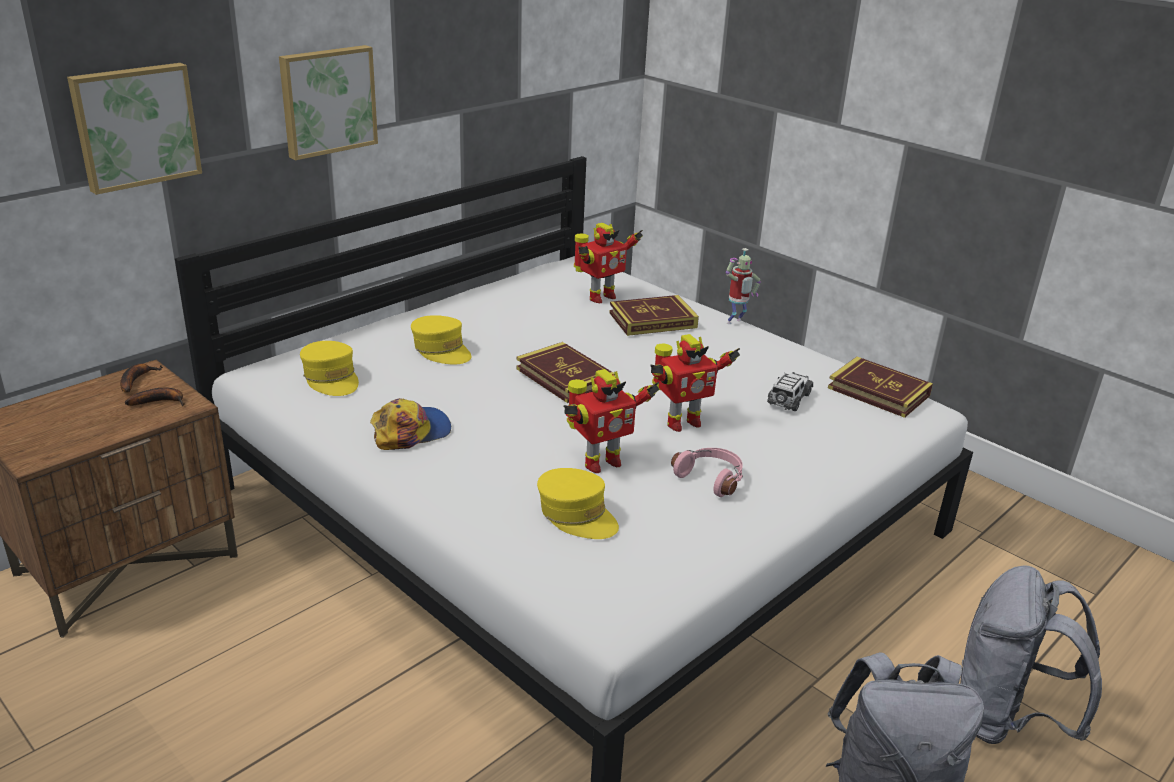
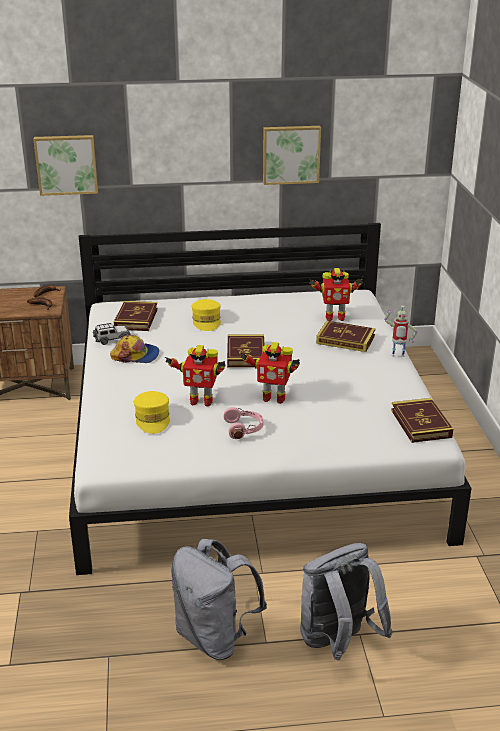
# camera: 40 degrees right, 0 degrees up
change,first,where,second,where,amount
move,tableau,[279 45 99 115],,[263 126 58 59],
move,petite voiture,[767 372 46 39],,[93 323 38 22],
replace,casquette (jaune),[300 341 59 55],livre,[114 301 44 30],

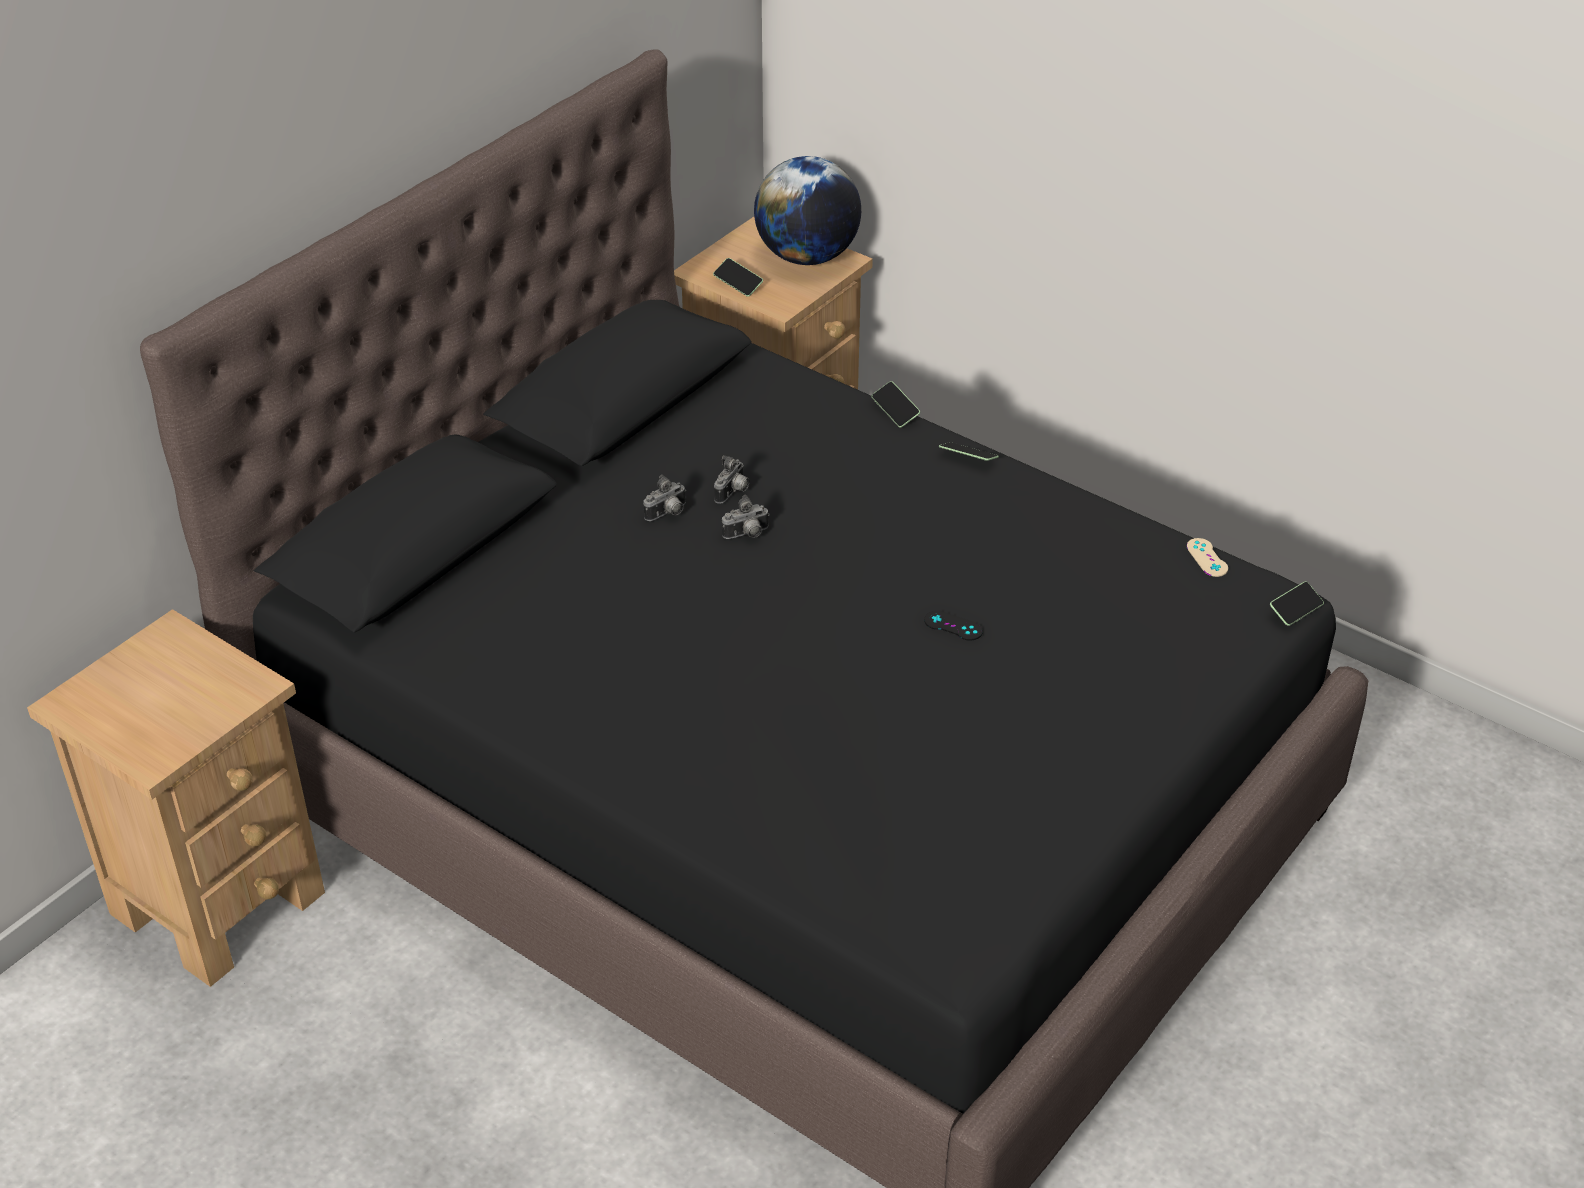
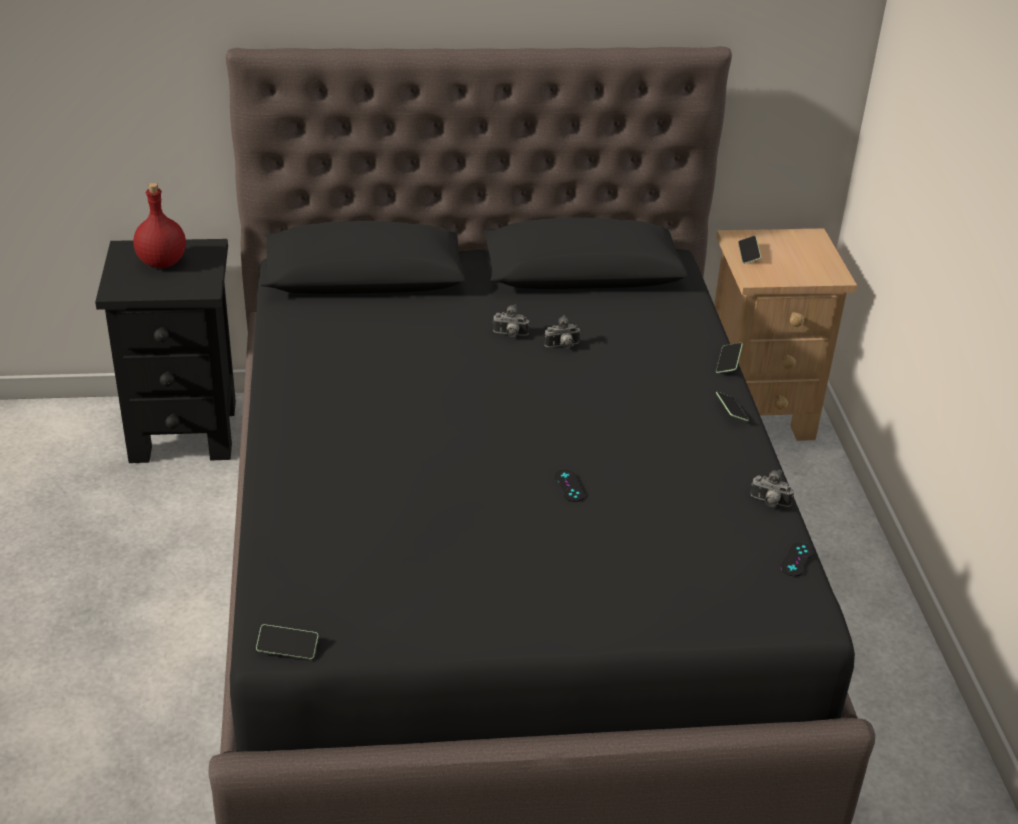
# camera: 45 degrees right, 5 degrees down
change,first,where,second,where,amount
delete,globe,[754 156 107 109],,,
insert,,,bouteille (rouge),[133 183 53 85],
move,appareil photo,[722 495 48 44],,[750 470 44 37],
move,téléphone,[1270 581 54 45],,[256 624 62 35],
recolor,table de chevet (beige),[27 609 298 378],table de chevet (noir),[95 239 141 224],
recolor,manette (beige),[1187 538 41 39],manette (noir),[780 542 34 35],

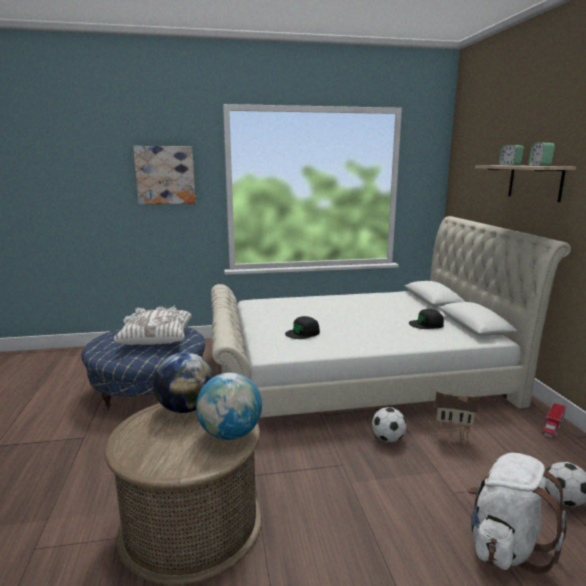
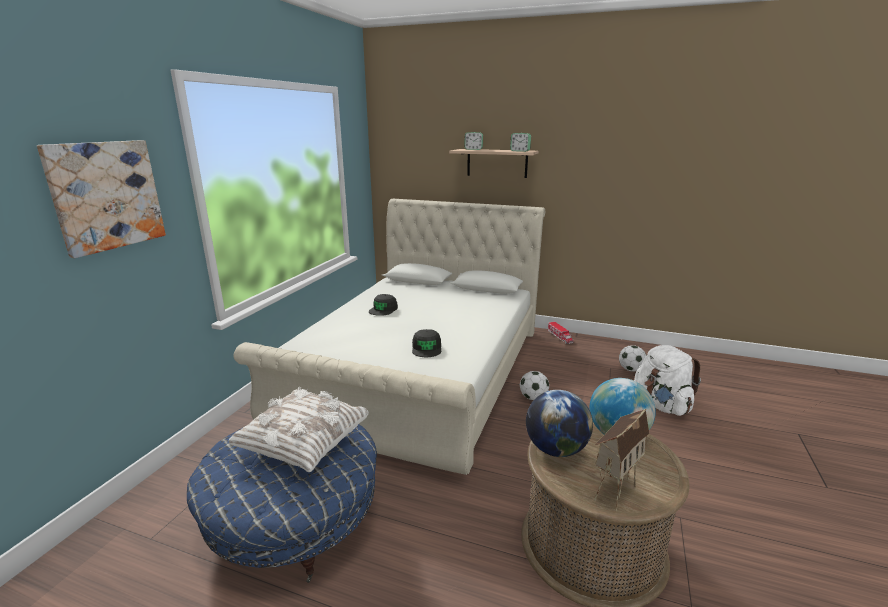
# camera: 60 degrees left, 5 degrees up
change,first,where,second,where,amount
move,casquette (noir),[409 309 35 20],,[369 294 29 22],
move,maison miniature,[433 391 46 55],,[594 409 55 103],

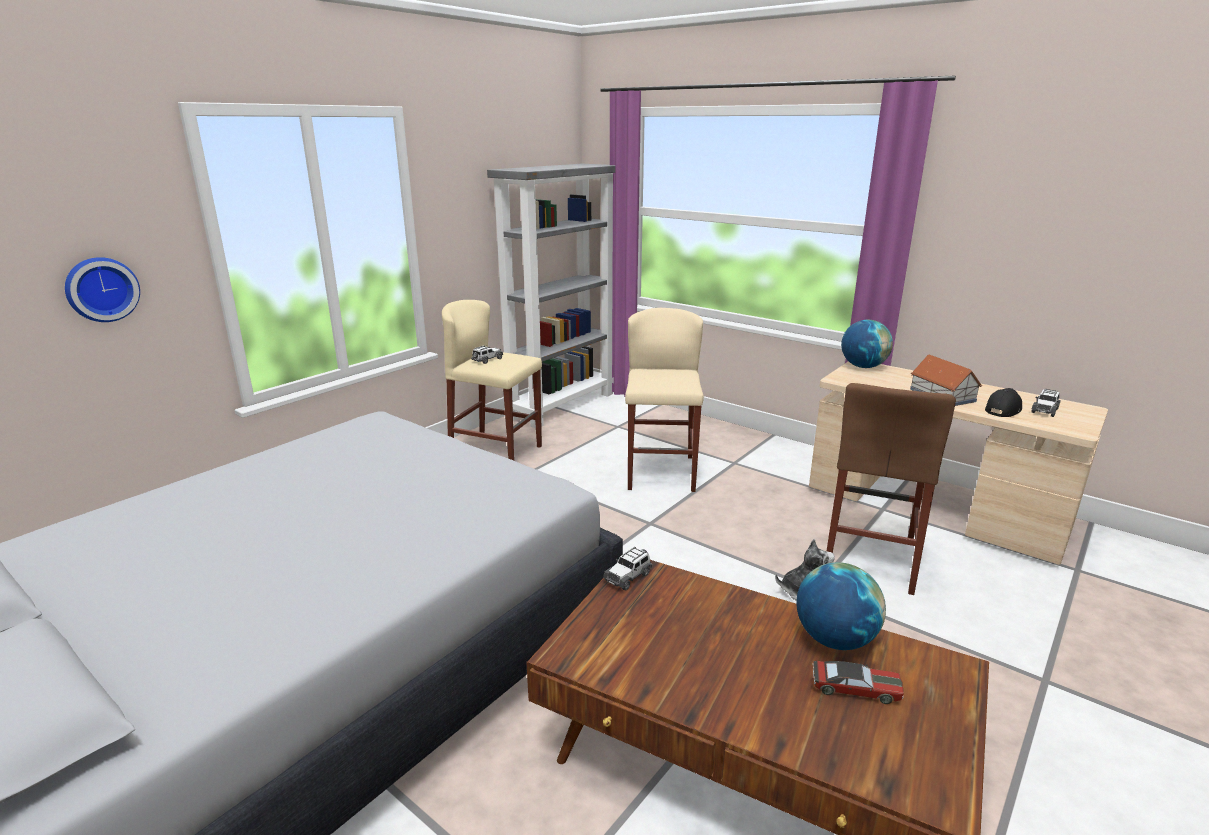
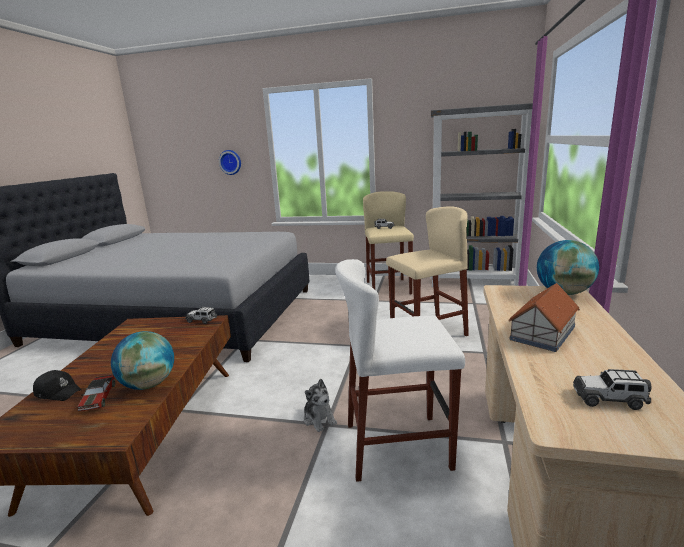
# camera: 65 degrees right, 5 degrees down
change,first,where,second,where,amount
move,casquette (noir),[985 388 37 29],,[33 370 48 31],
recolor,tabouret (marron),[827 383 129 212],tabouret (blanc),[335 259 130 223],

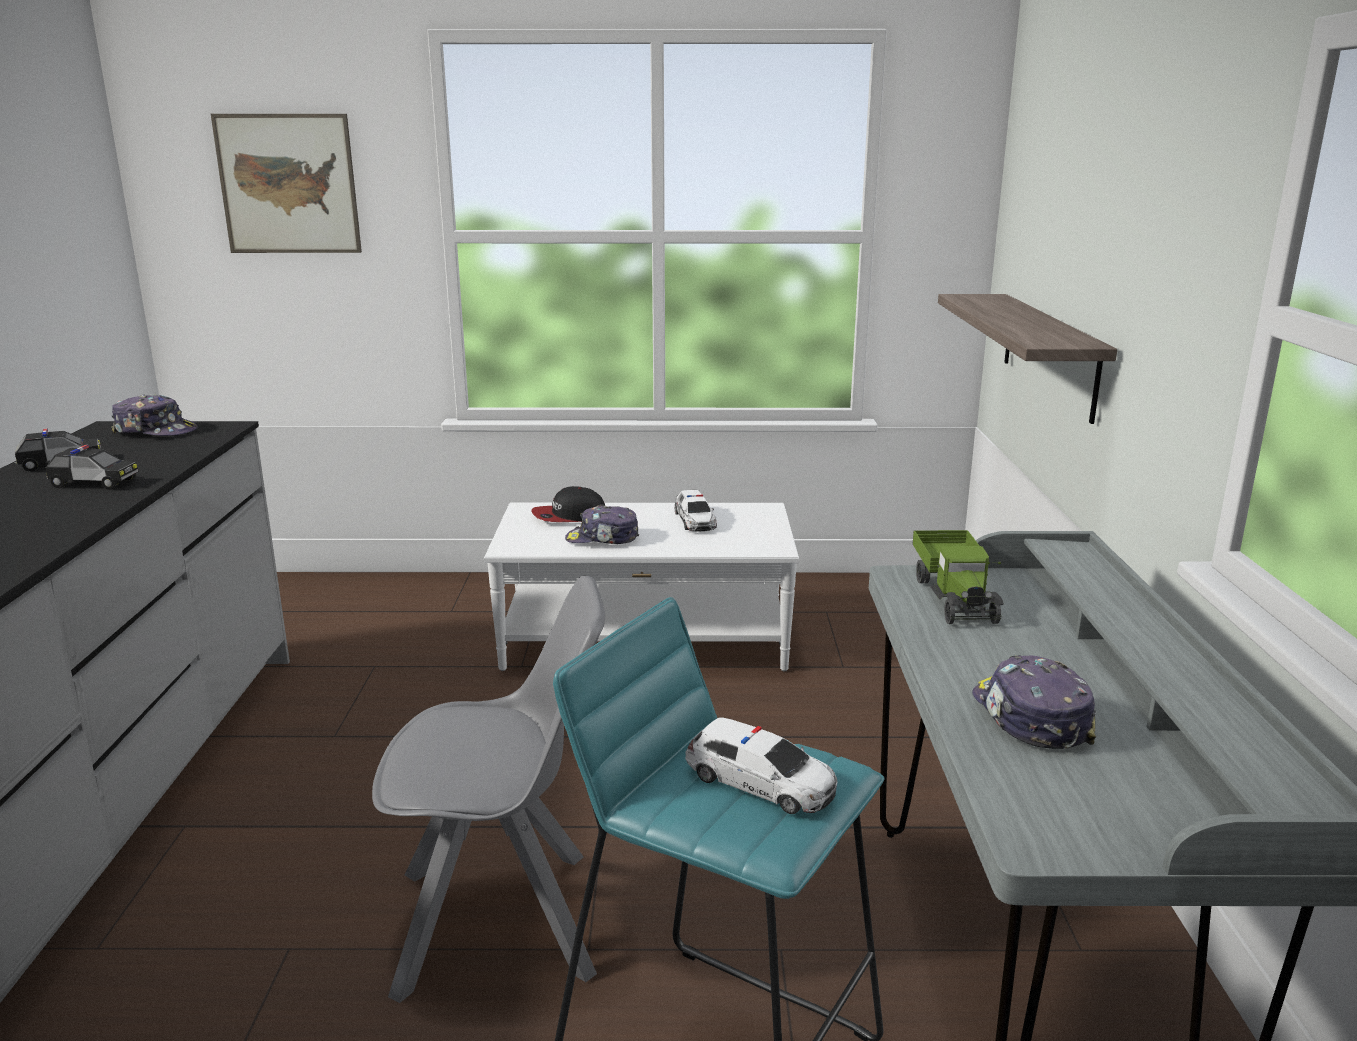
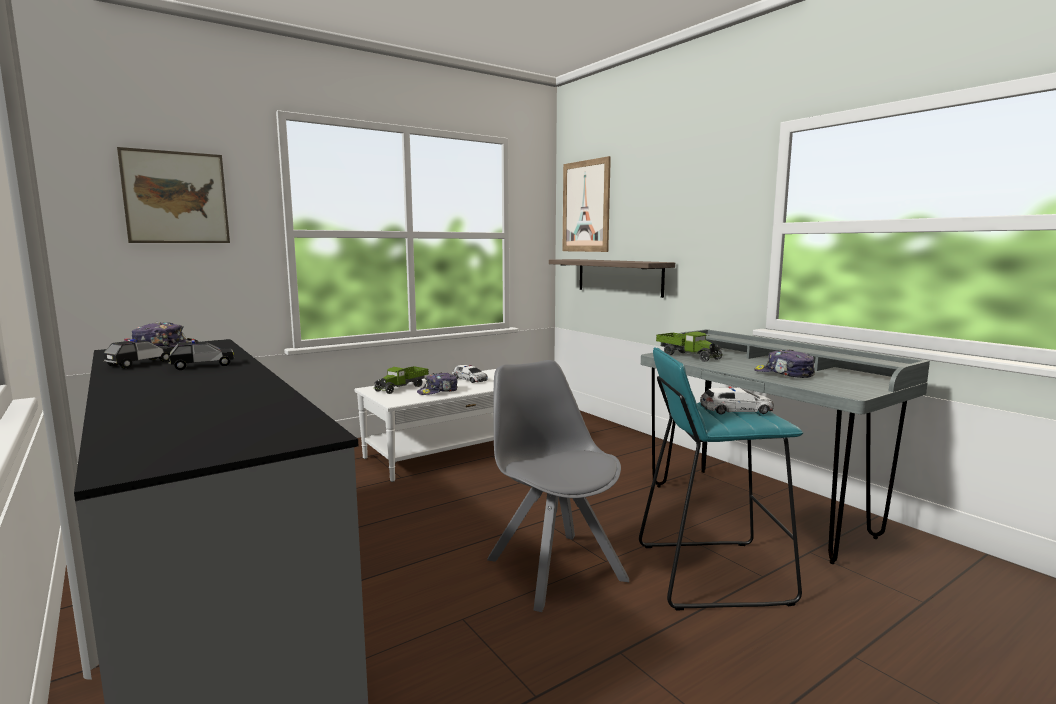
# camera: 35 degrees left, 10 degrees down
change,first,where,second,where,amount
insert,,,tableau,[563 156 48 96],
replace,casquette,[532 486 73 36],camion jouet,[374 366 55 28],
rotate,chaise (gris),[372 576 233 427],,[487 360 142 252],75 degrees counterclockwise

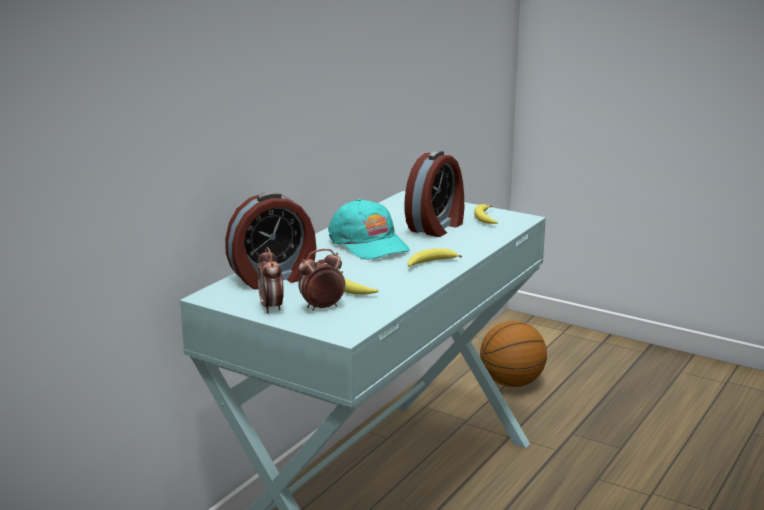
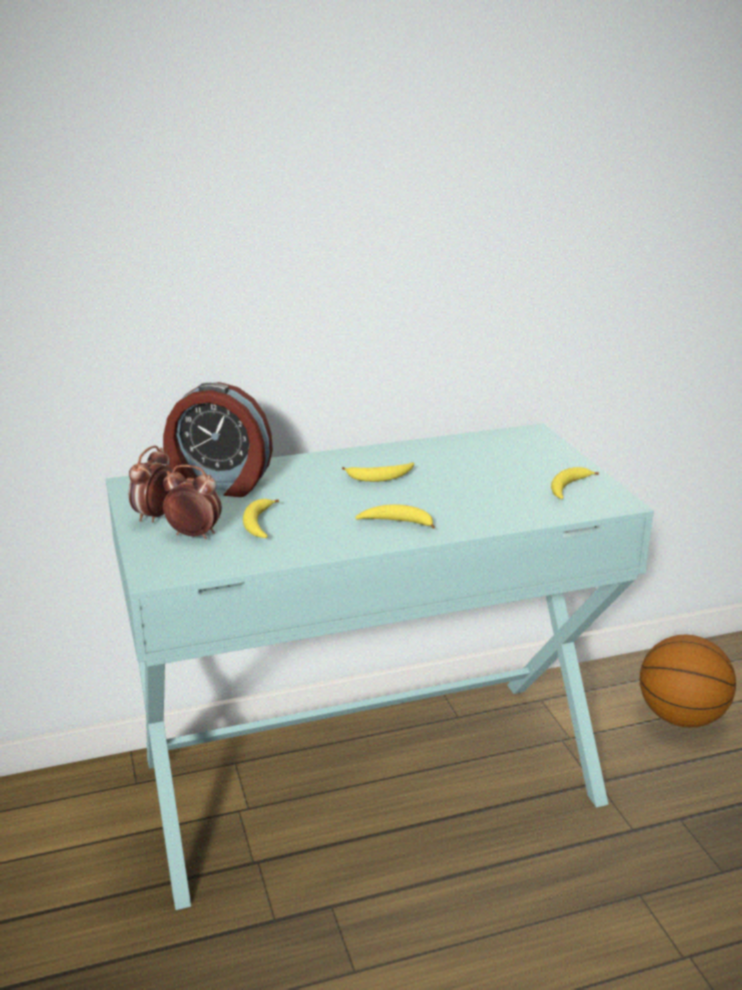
# camera: 40 degrees right, 5 degrees up
change,first,where,second,where,amount
delete,réveil,[404 151 60 86],,,
replace,casquette (turquoise),[328 199 82 61],banane,[342 462 72 20],

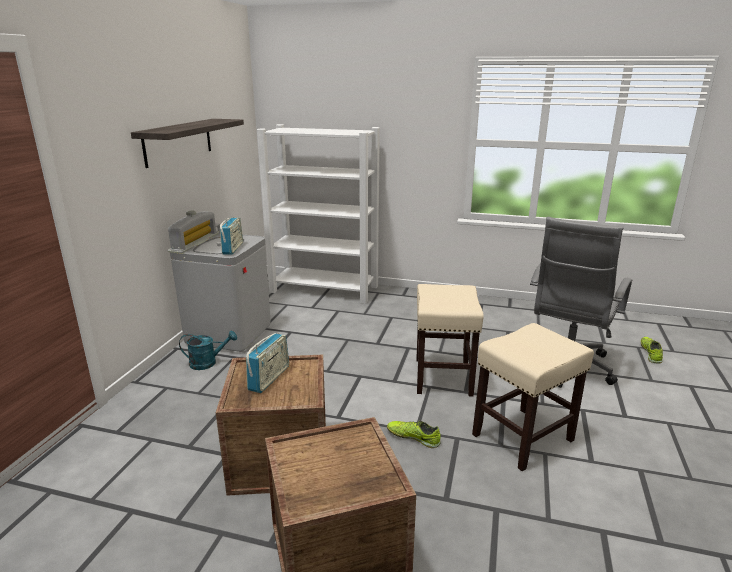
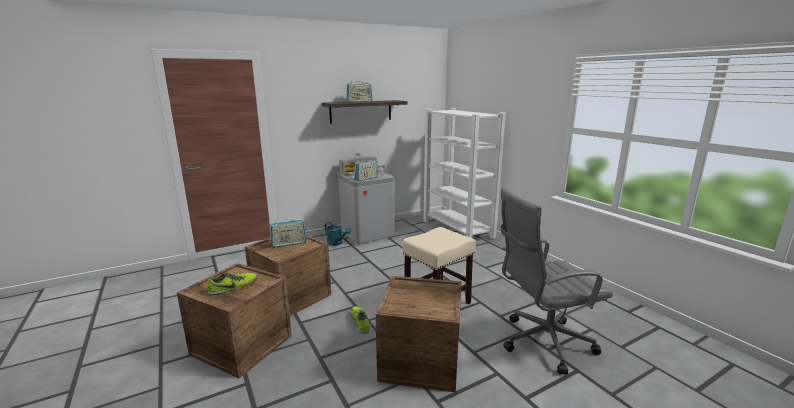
# camera: 45 degrees right, 5 degrees down
change,first,where,second,where,amount
insert,,,radio,[346 81 26 21],
move,chaussure,[641 337 22 27],,[208 272 49 23],
replace,tabouret (beige),[472 323 122 148],caisse,[376 276 86 116],

